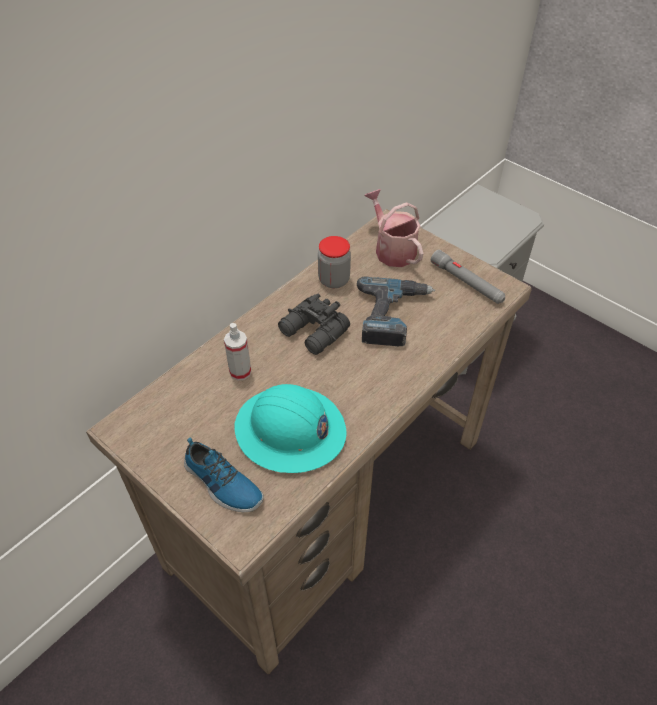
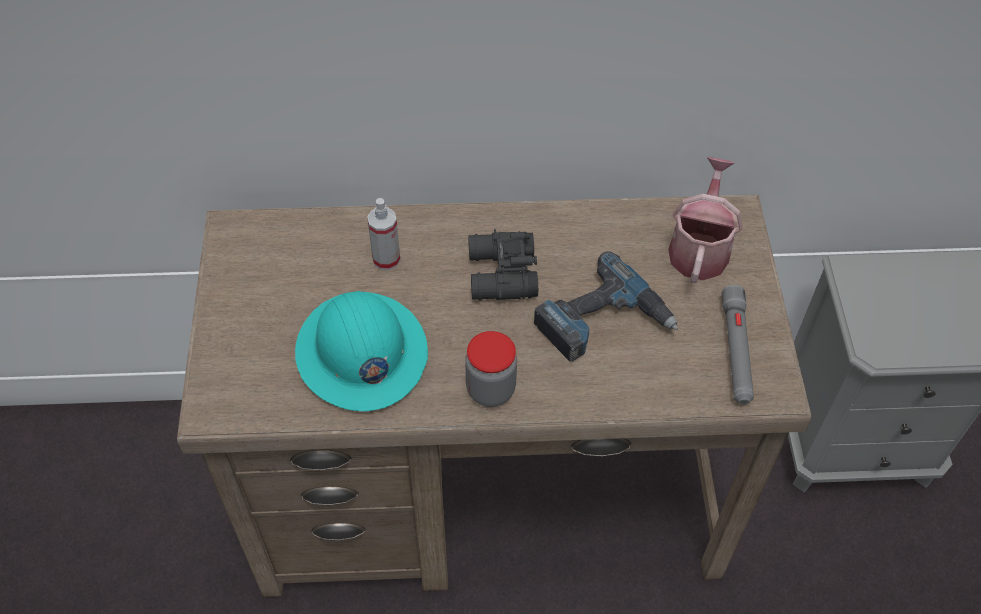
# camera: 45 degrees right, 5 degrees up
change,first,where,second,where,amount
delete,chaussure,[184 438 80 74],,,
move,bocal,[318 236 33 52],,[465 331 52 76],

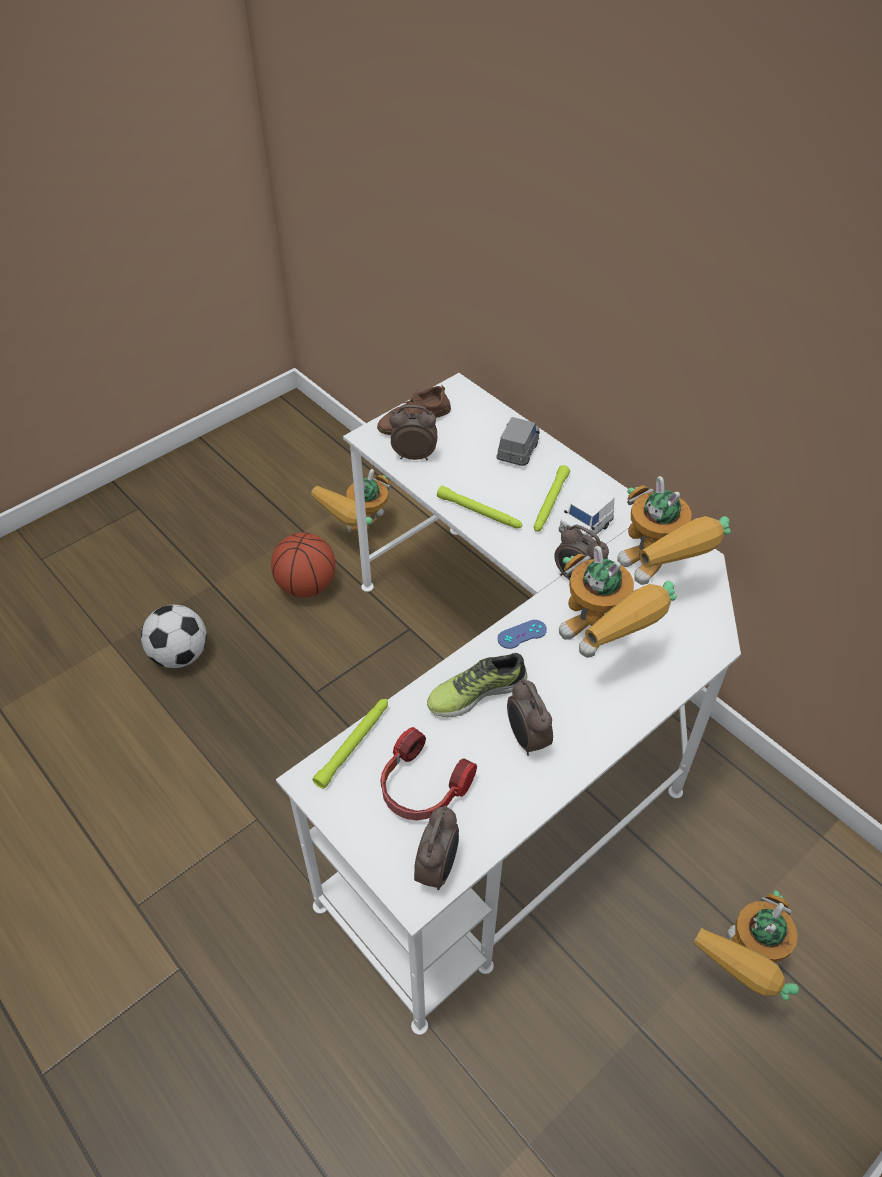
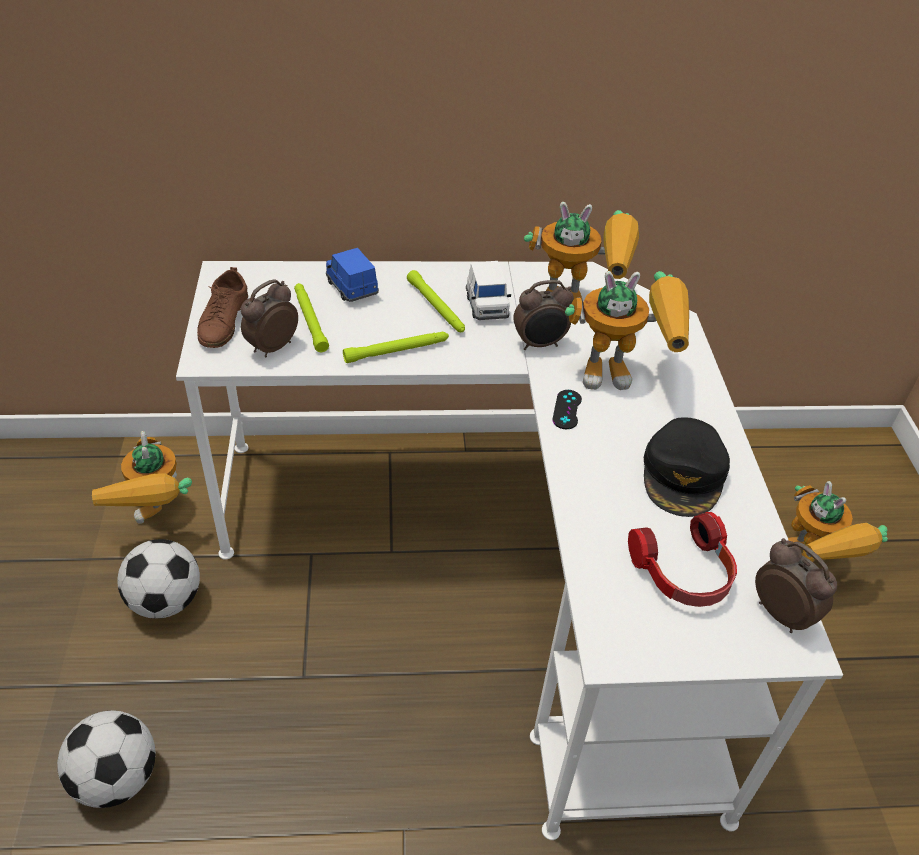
# camera: 55 degrees left, 5 degrees down
change,first,where,second,where,amount
delete,chaussure,[427 653 101 64],,,
move,lampe de poche (vert),[312 699 76 90],,[294 283 35 69],
replace,ballon de basket,[271 533 65 64],ballon de foot,[117 539 83 80],
replace,réveil,[507 678 46 78],casquette (noir),[644 417 86 100],
recolor,petite voiture (gris),[496 417 44 49],petite voiture (bleu),[326 248 53 54],
recolor,manette (bleu),[498 620 49 29],manette (noir),[552 390 30 39],

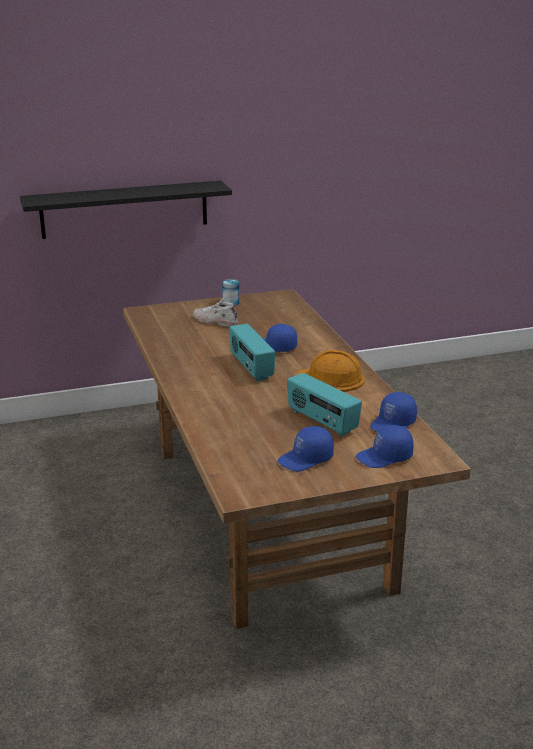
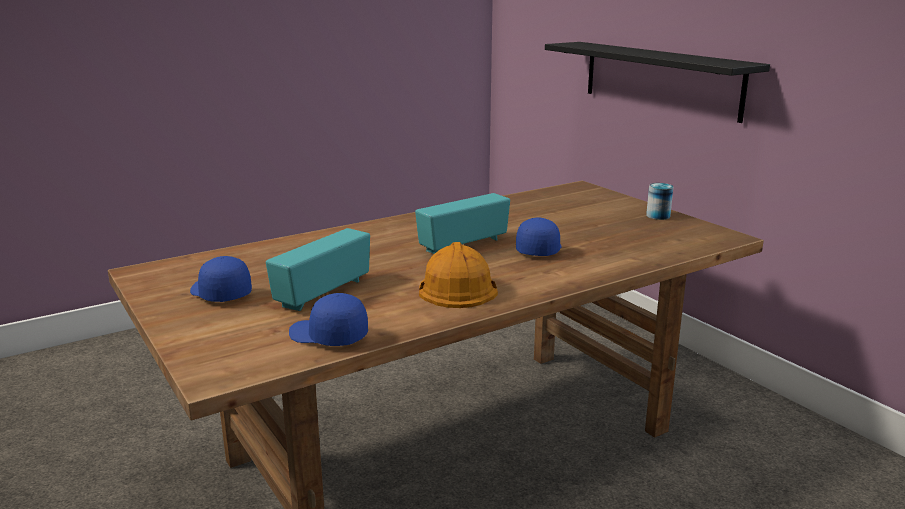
# camera: 75 degrees right, 5 degrees down
change,first,where,second,where,amount
delete,chaussure (blanc),[194 298 43 28],,,
delete,casquette (bleu),[356 425 58 43],,,

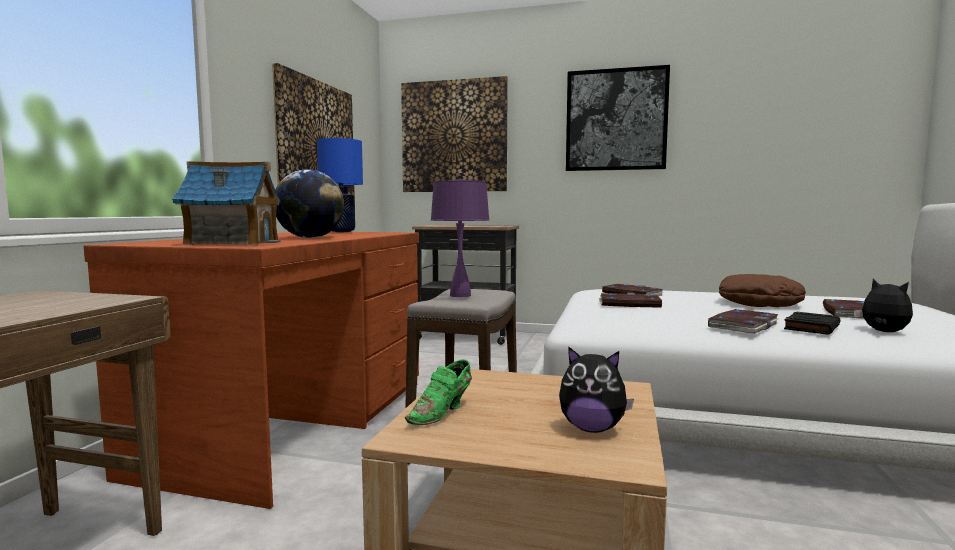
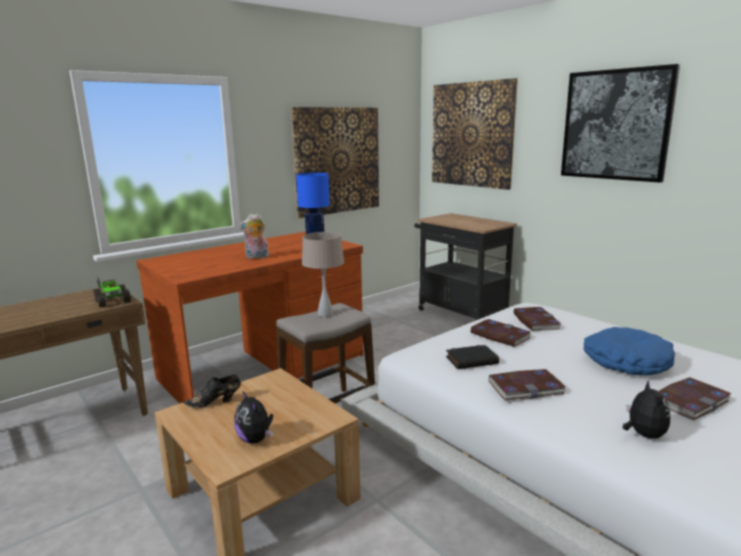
# camera: 35 degrees right, 10 degrees up
change,first,where,second,where,amount
delete,maison miniature,[172 161 109 84],,,
insert,,,camion jouet,[93 277 38 30],
move,livre (noir),[784 312 56 23],,[446 345 53 24],
replace,globe,[276 169 68 69],peluche,[239 214 30 45],
recolor,chaussure (vert),[405 360 67 65],chaussure (noir),[183 374 58 34],
recolor,lampe de table (violet),[431 179 58 118],lampe de table (beige),[302 232 42 85],
recolor,coussin (marron),[719 274 87 33],coussin (bleu),[583 327 92 49],

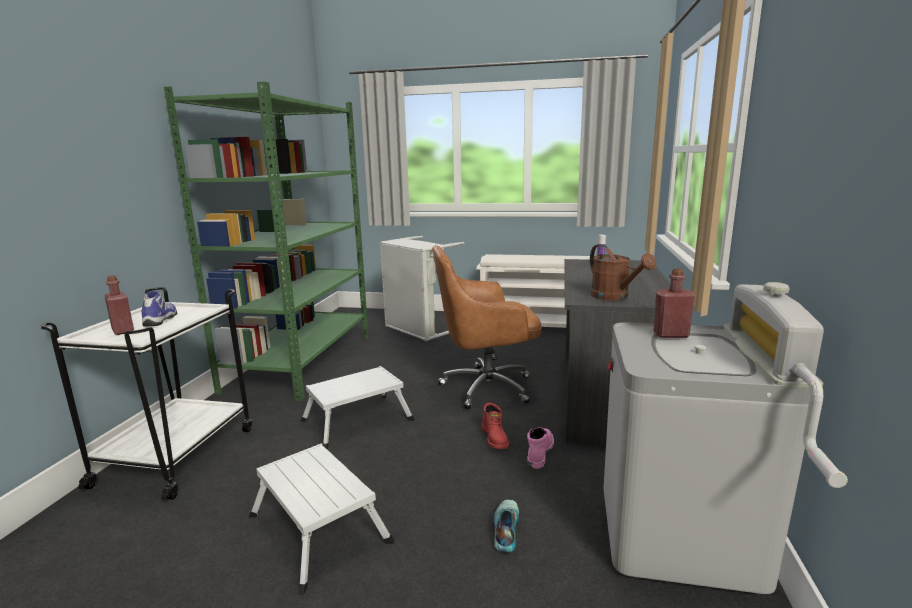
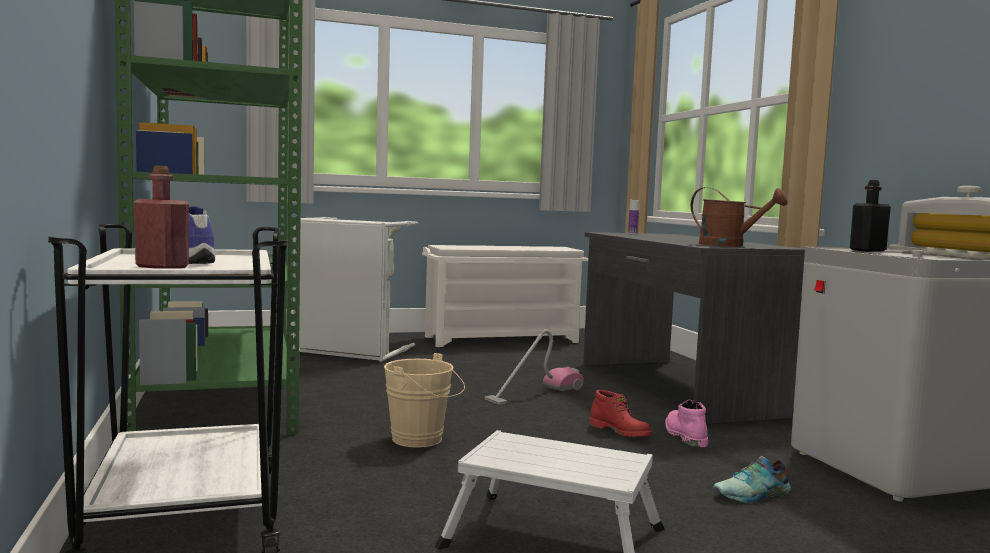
# camera: 30 degrees left, 10 degrees down
change,first,where,second,where,amount
replace,escabeau (blanc),[301 366 114 83],seau (beige),[384 353 81 95],
replace,chaise de bureau (marron),[432 245 110 164],aspirateur,[485 329 99 75],
recolor,bouteille (rouge),[653 268 42 70],bouteille (noir),[850 180 41 71],
rotate,chaussure,[493 500 26 53],,[713 456 78 47],90 degrees counterclockwise

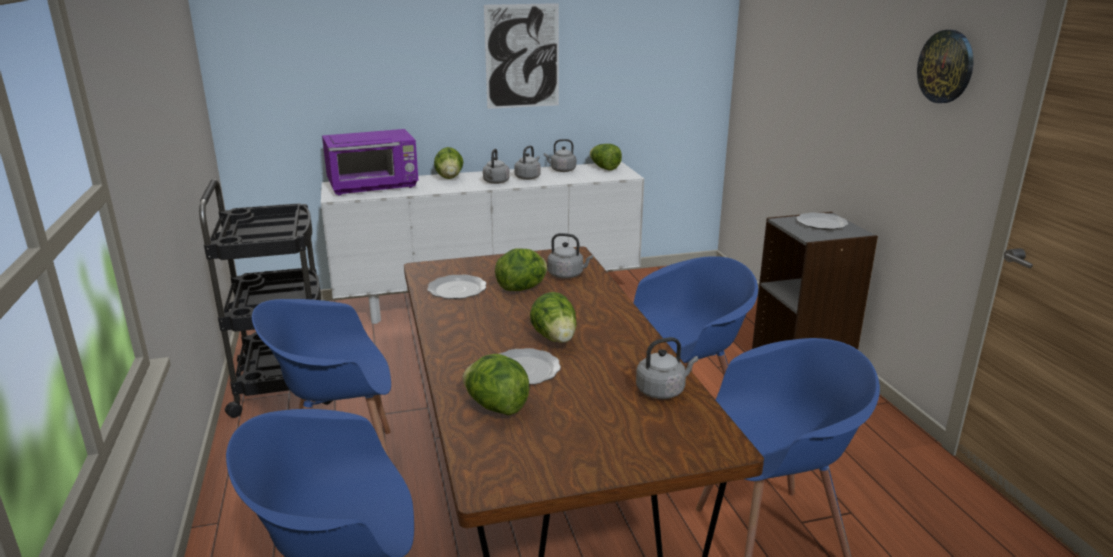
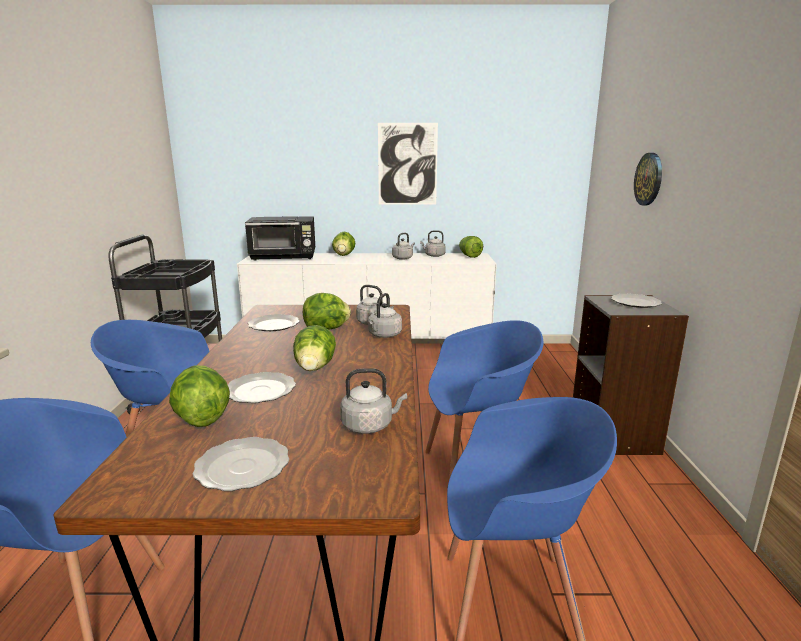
# camera: 15 degrees right, 5 degrees down
change,first,where,second,where,amount
insert,,,assiette,[193 437 96 54],
move,bouilloire (gris),[483 149 27 35],,[368 293 34 45],
move,horloge murale,[917 30 56 73],,[634 153 28 53],
recolor,micro-ondes (violet),[322 129 96 67],micro-ondes (noir),[245 216 70 45],

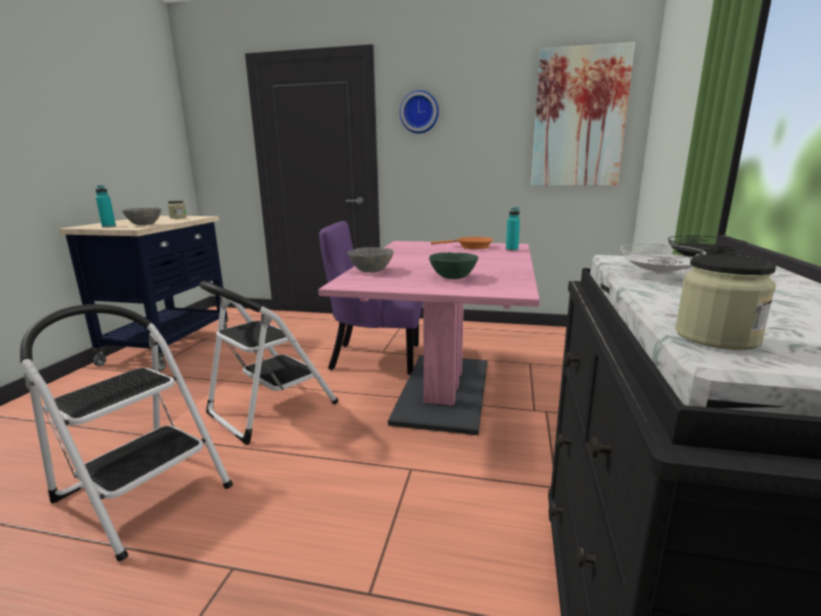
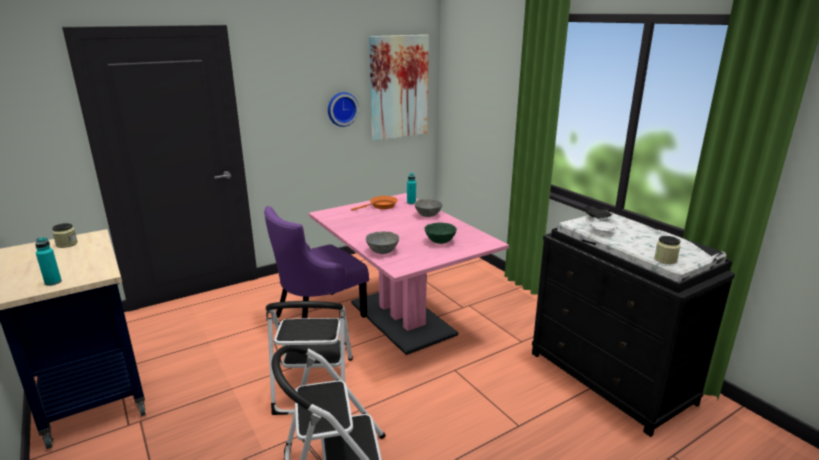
# camera: 45 degrees left, 5 degrees up
change,first,where,second,where,amount
move,bol (gris),[122 208 40 17],,[414 199 29 18],
move,horloge murale,[400 90 39 44],,[328 92 31 35],

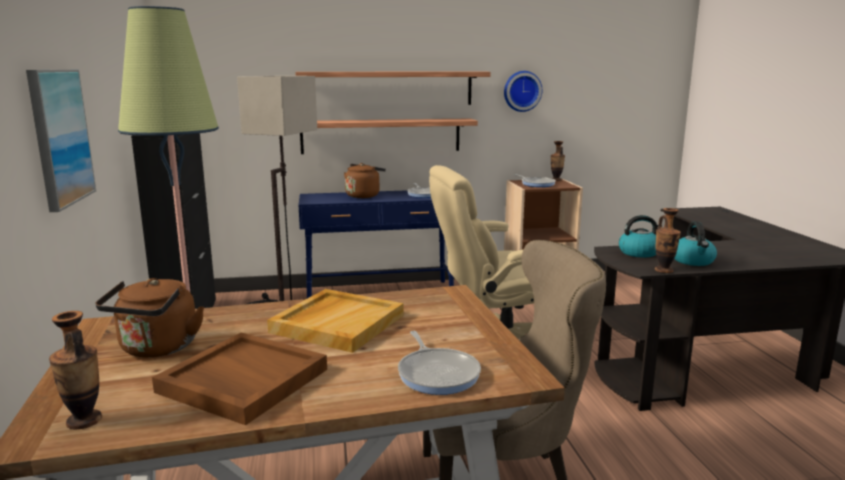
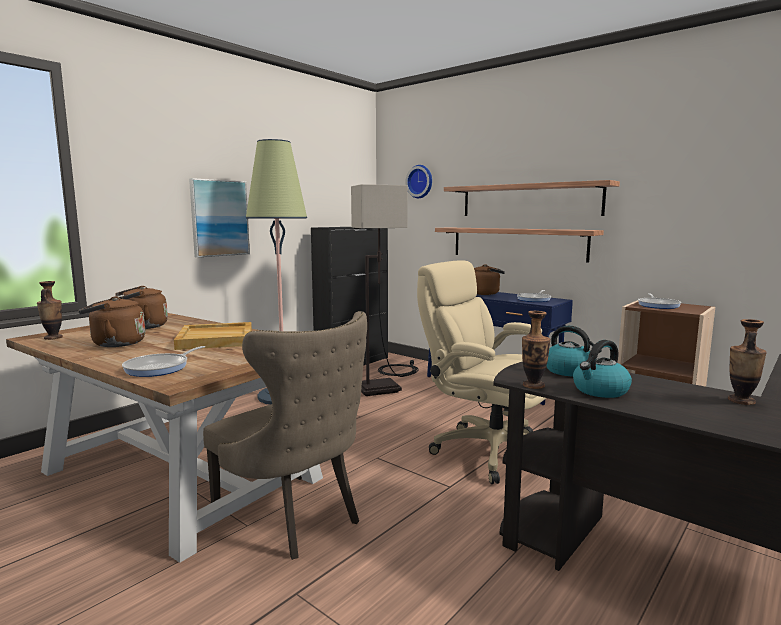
# camera: 50 degrees right, 5 degrees down
change,first,where,second,where,amount
move,horloge murale,[504 71 38 41],,[405 165 27 33],
move,vase,[551 141 14 40],,[728 319 39 86],
replace,plateau (marron),[152 332 175 93],bouilloire (marron),[78 296 67 51],

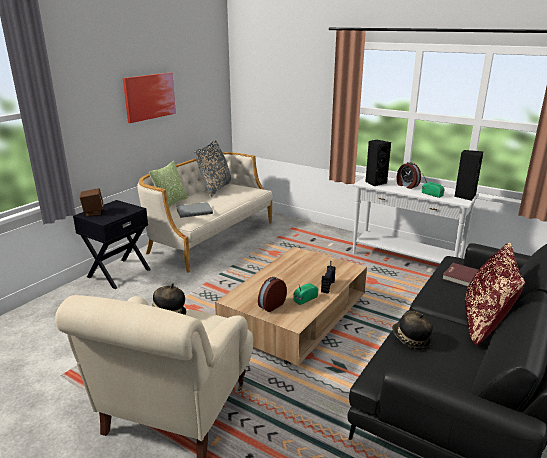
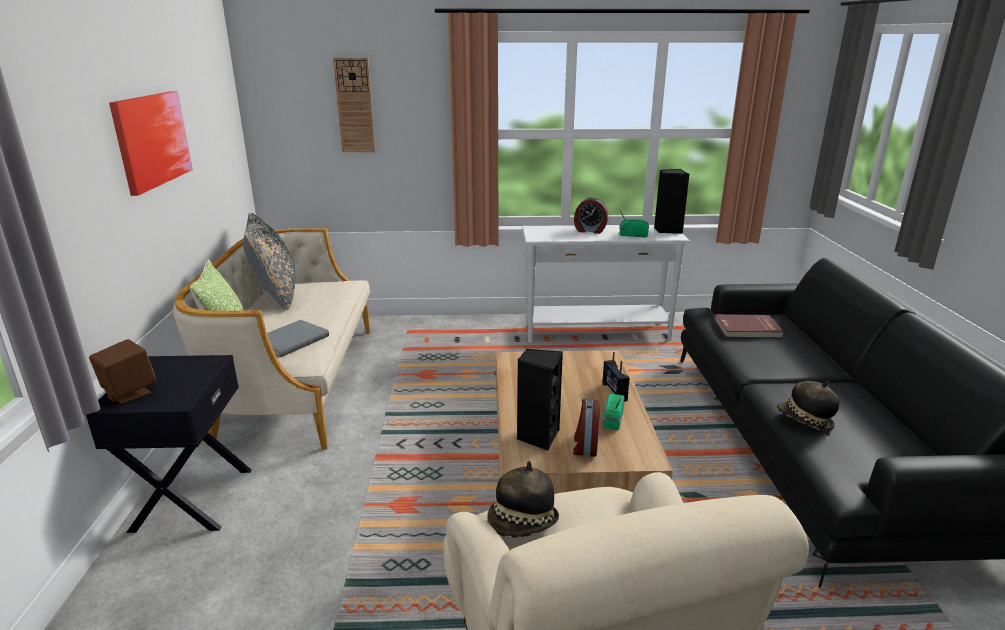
# camera: 35 degrees left, 0 degrees up
change,first,where,second,where,amount
delete,coussin (rouge),[465 243 60 102],,,
insert,,,horloge murale,[333 58 43 94],
move,enceinte (noir),[365 140 26 47],,[517 349 46 102],

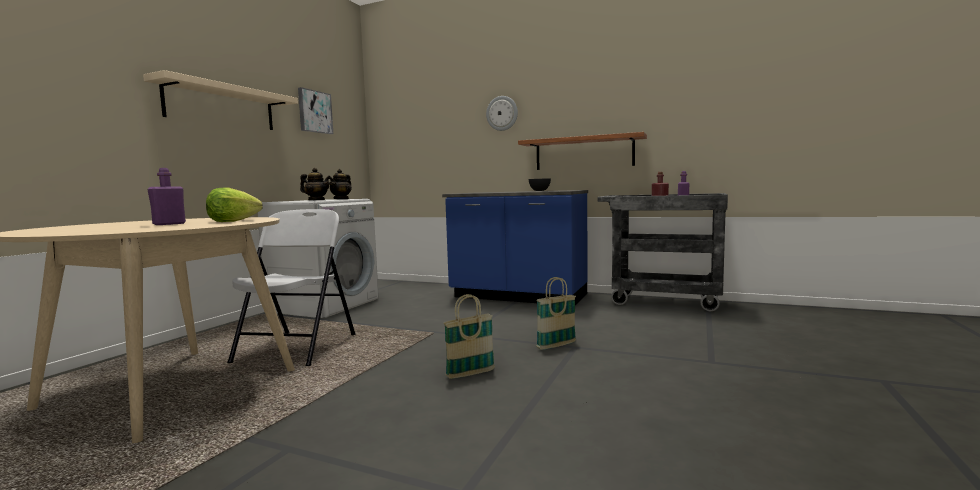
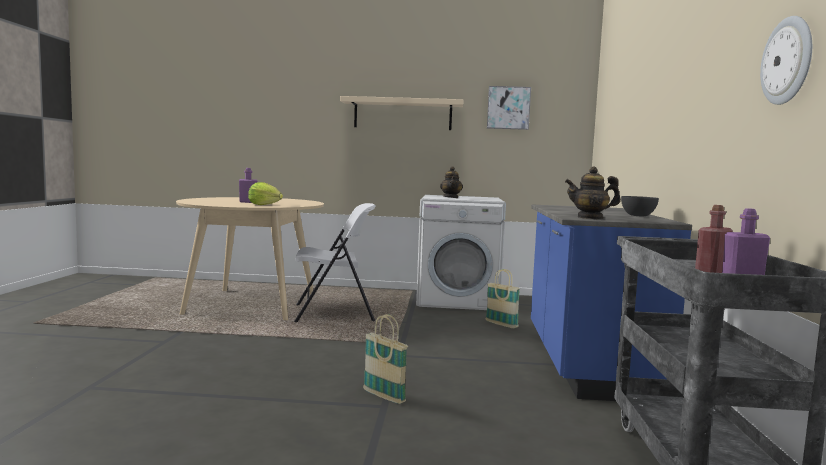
# camera: 70 degrees right, 0 degrees up
change,first,where,second,where,amount
delete,étagère,[518 132 129 38],,,
move,théière,[329 169 23 30],,[565 166 56 53],
move,panier,[443 294 52 85],,[486 269 34 59],
move,horloge murale,[486 96 32 35],,[760 16 52 89],

